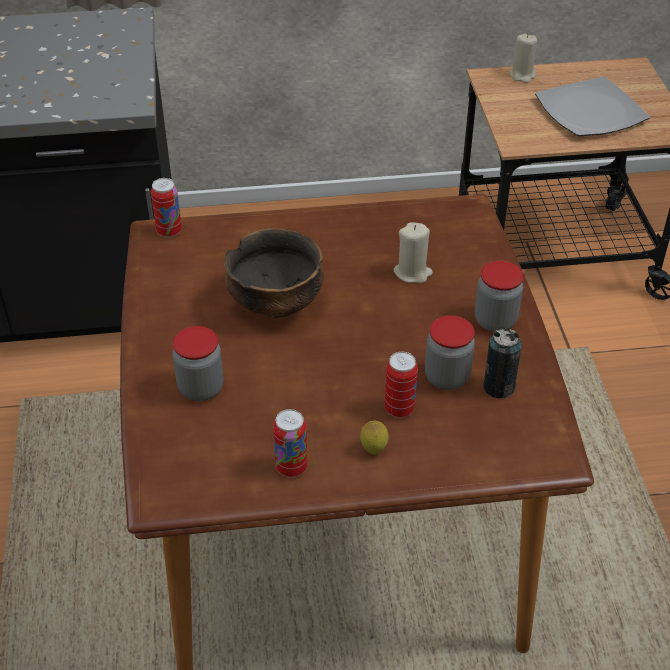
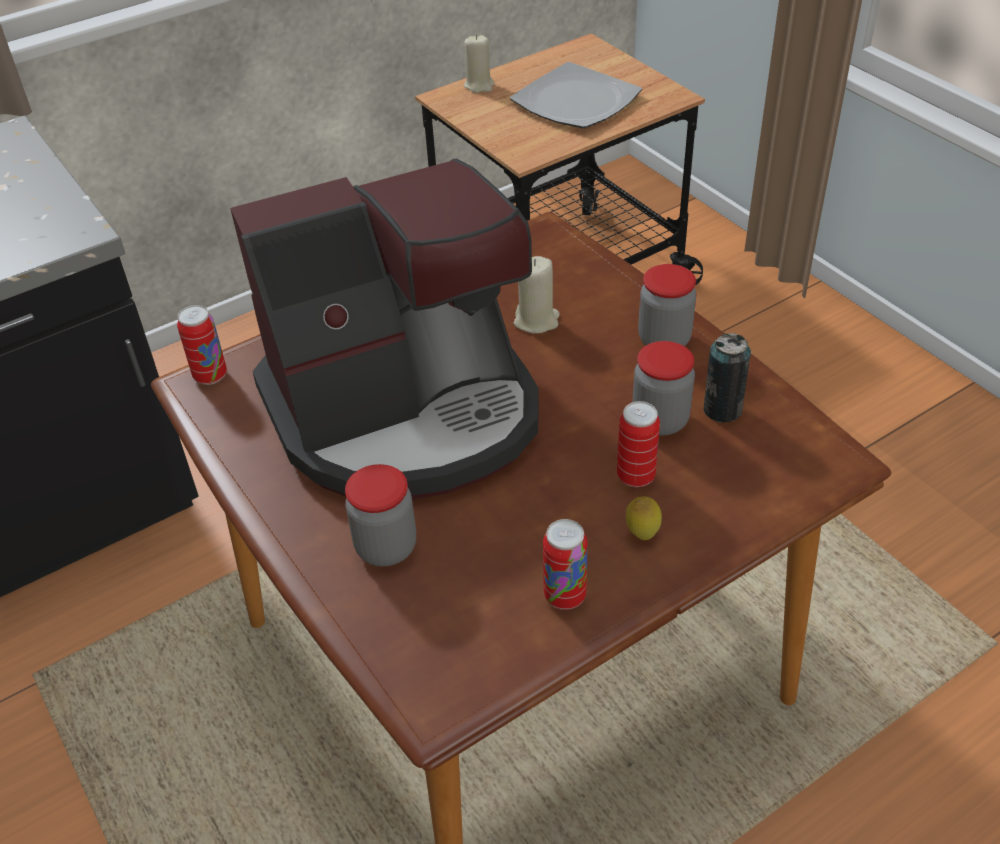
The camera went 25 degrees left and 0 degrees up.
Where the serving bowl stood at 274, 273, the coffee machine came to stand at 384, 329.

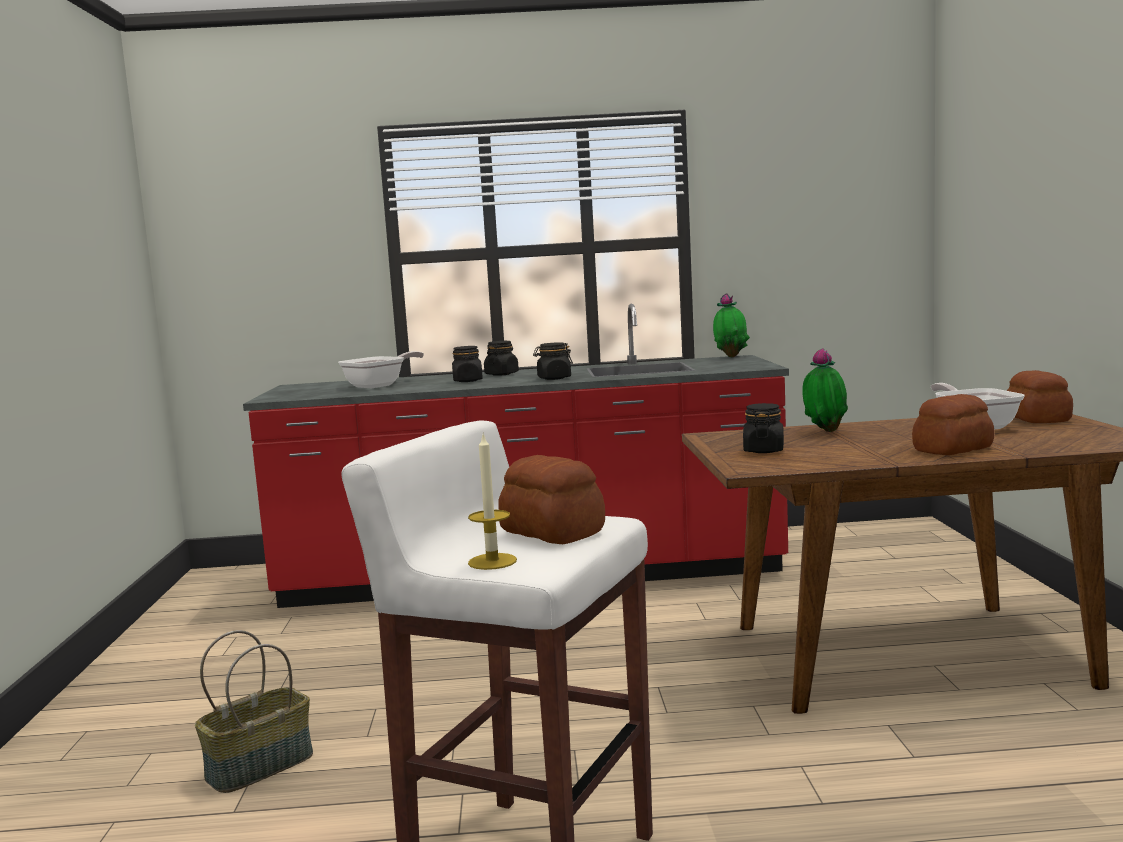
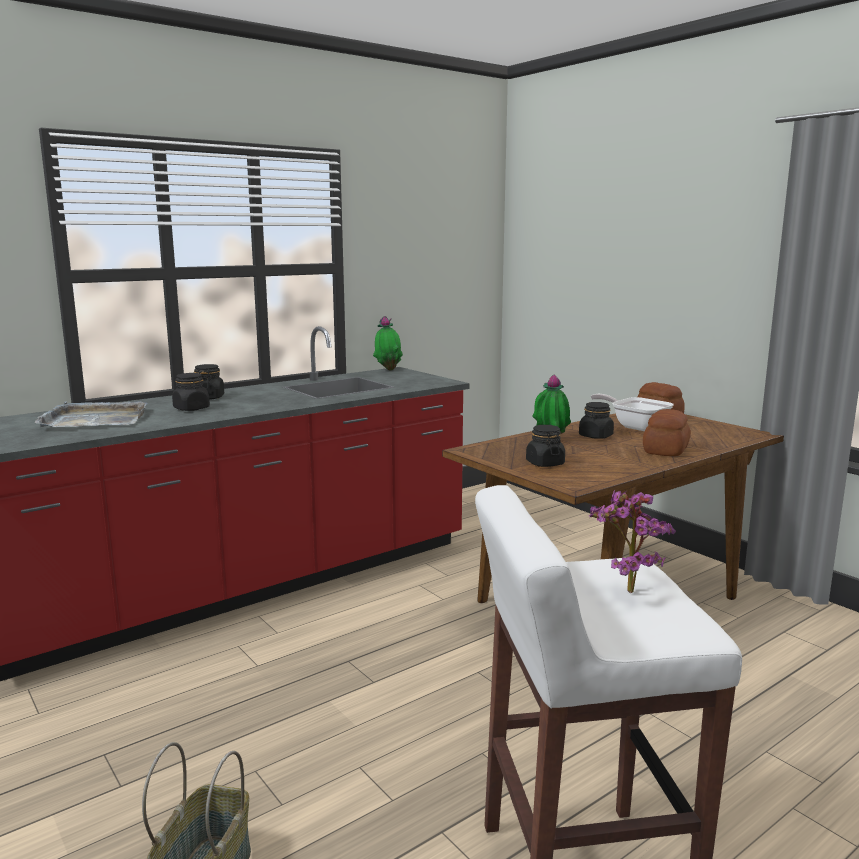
The camera went 35 degrees left and 5 degrees up.
The storage jar (black) ended up elsewhere, having gone from 553, 361 to 596, 420.
Where the skillet stood at 381, 369, the carrying tray (gray) came to stand at 91, 414.
The second view lost the candle at 492, 501.
Where the baked bread stood at 552, 499, the plant in a pot came to stand at 632, 541.

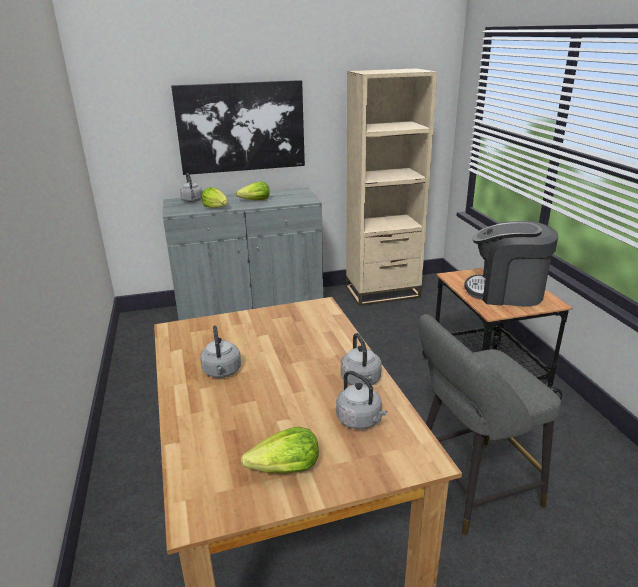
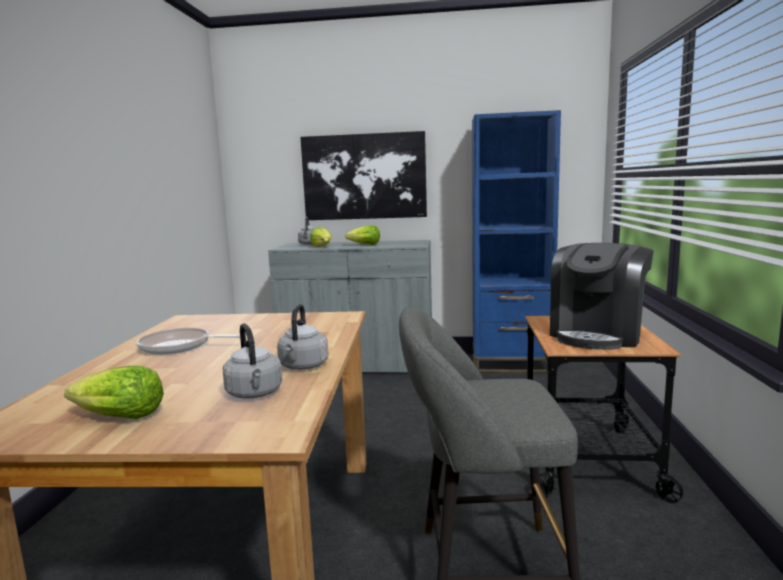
The camera went 20 degrees right and 15 degrees down.
What was the shelving unit (beige-coloured) at 392, 187 turned into the shelving unit (bluish) at 516, 241.
The coffee machine at 511, 263 ended up facing another way, 90 degrees counterclockwise from before.
Where the tea kettle (gray) stood at 220, 351, the skillet came to stand at 188, 341.

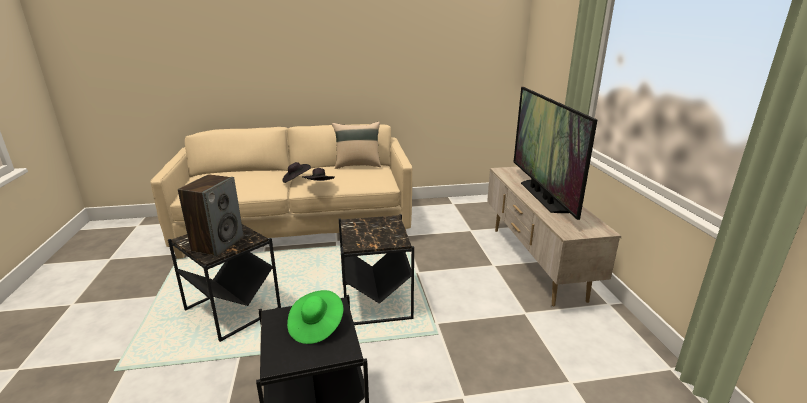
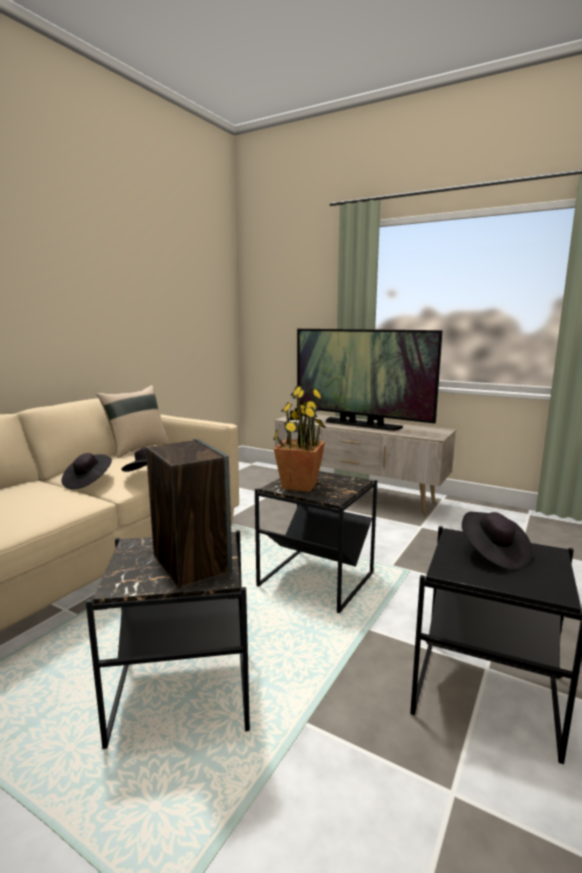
The camera went 50 degrees left and 10 degrees down.
What was the clothing hat (green-coloured) at 315, 317 turned into the clothing hat (black) at 497, 541.
The second view gained the plant in a pot at 299, 439.

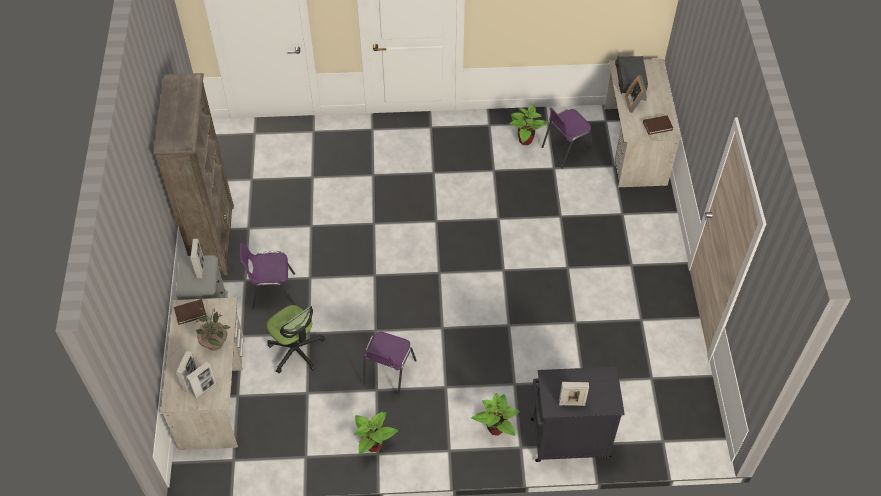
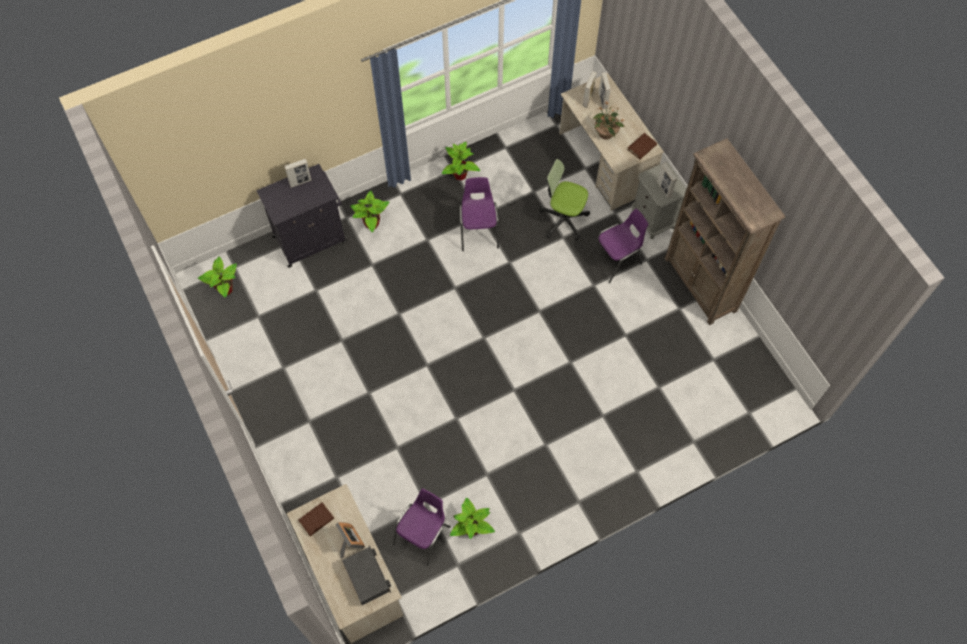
The camera went 155 degrees right and 10 degrees up.
The second view gained the plant in a pot at 217, 277.

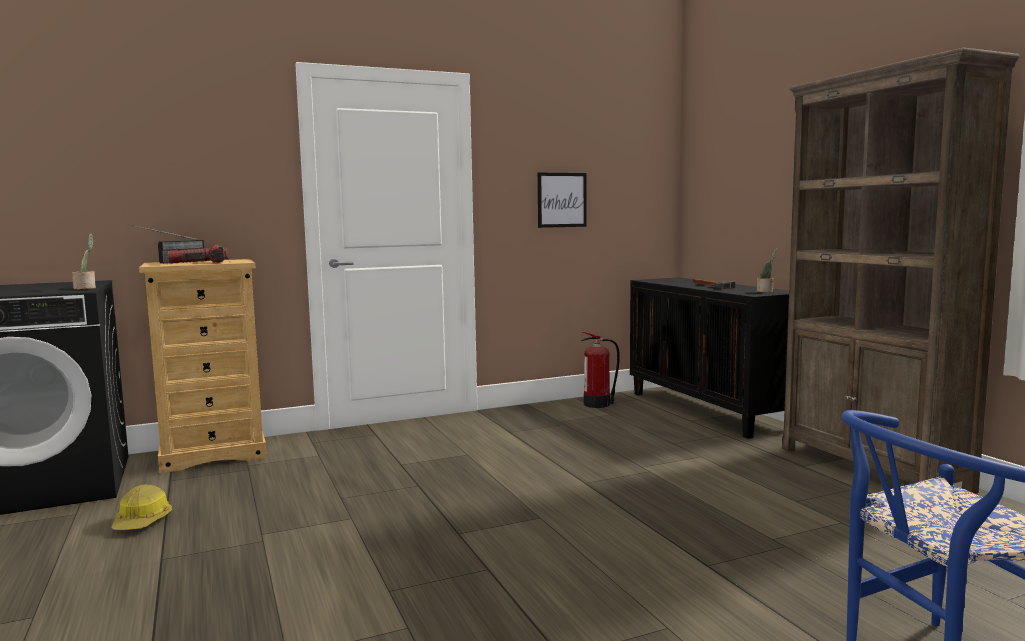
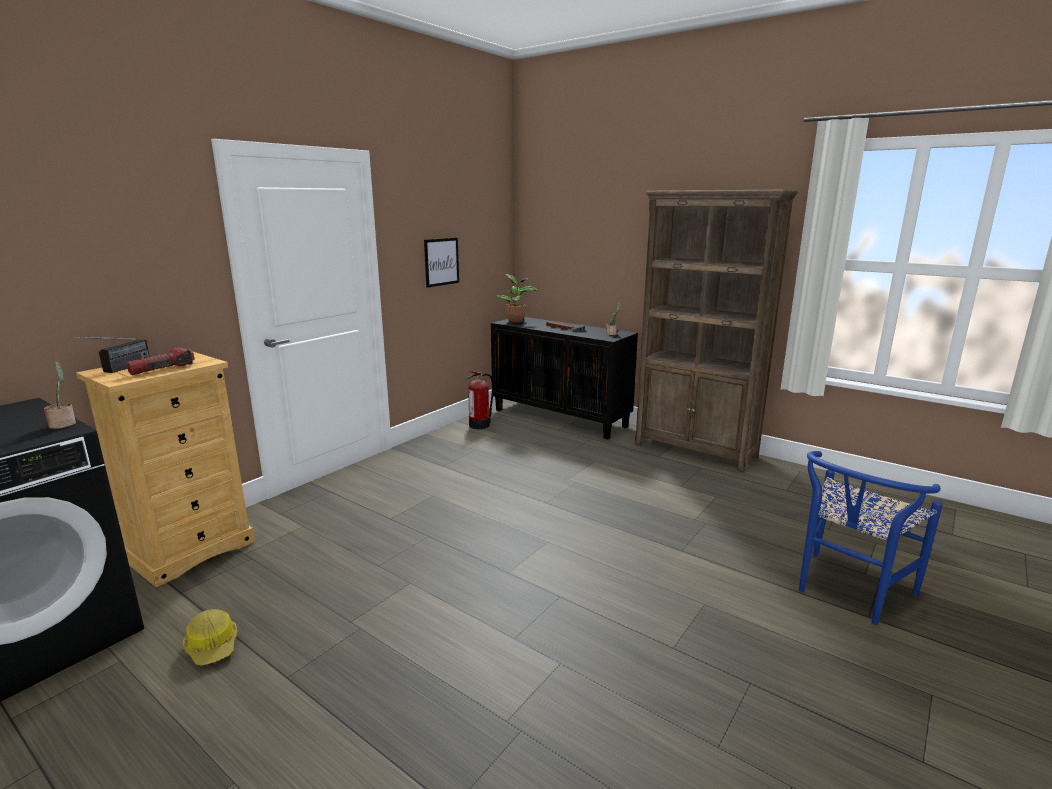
The camera went 30 degrees left and 10 degrees up.
The second view gained the plant in a pot at 517, 298.

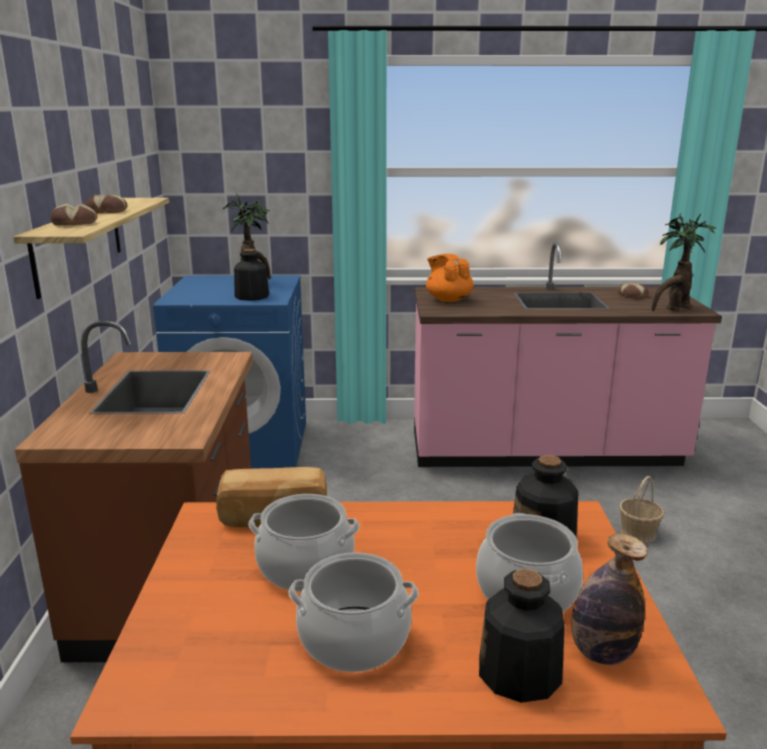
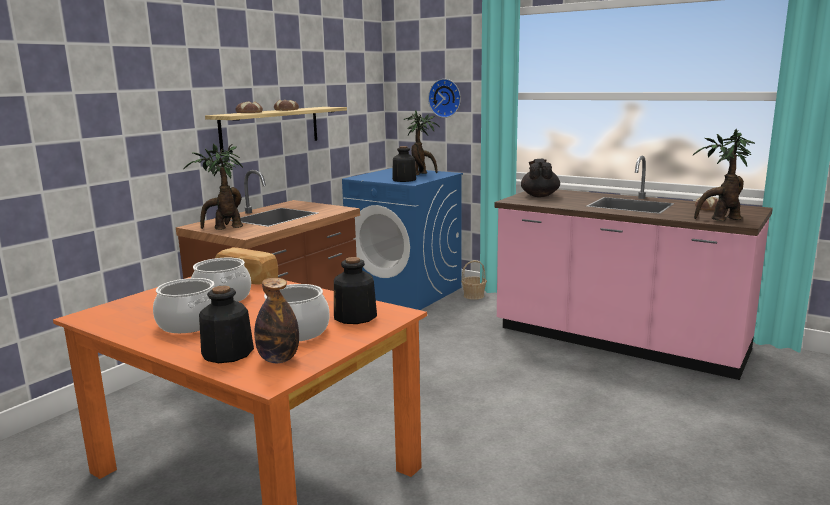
The camera went 35 degrees right and 5 degrees down.
What was the pot for tea (orange) at 450, 278 turned into the pot for tea (black) at 540, 178.
The basket ended up elsewhere, having gone from 642, 509 to 474, 280.
The second view gained the hanging clock at 444, 98.
The second view gained the plant in a pot at 213, 187.

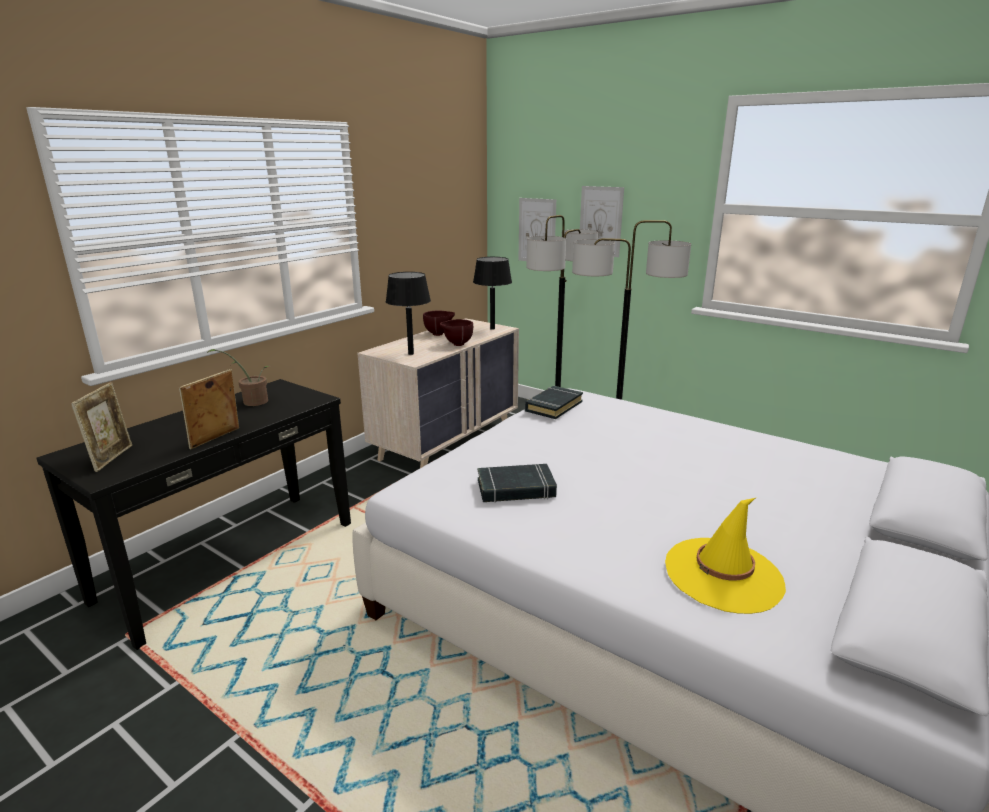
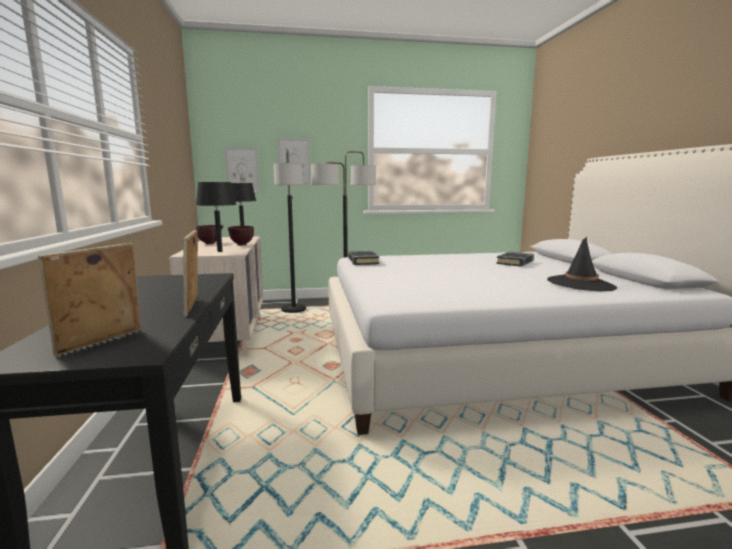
The camera went 45 degrees left and 10 degrees down.
The second view lost the plant in a pot at 237, 377.
The photo frame at 101, 427 ended up facing another way, 105 degrees counterclockwise from before.
The bound book (black) ended up elsewhere, having gone from 517, 483 to 515, 259.
What was the clothing hat (yellowish) at 725, 556 turned into the clothing hat (black) at 582, 264.

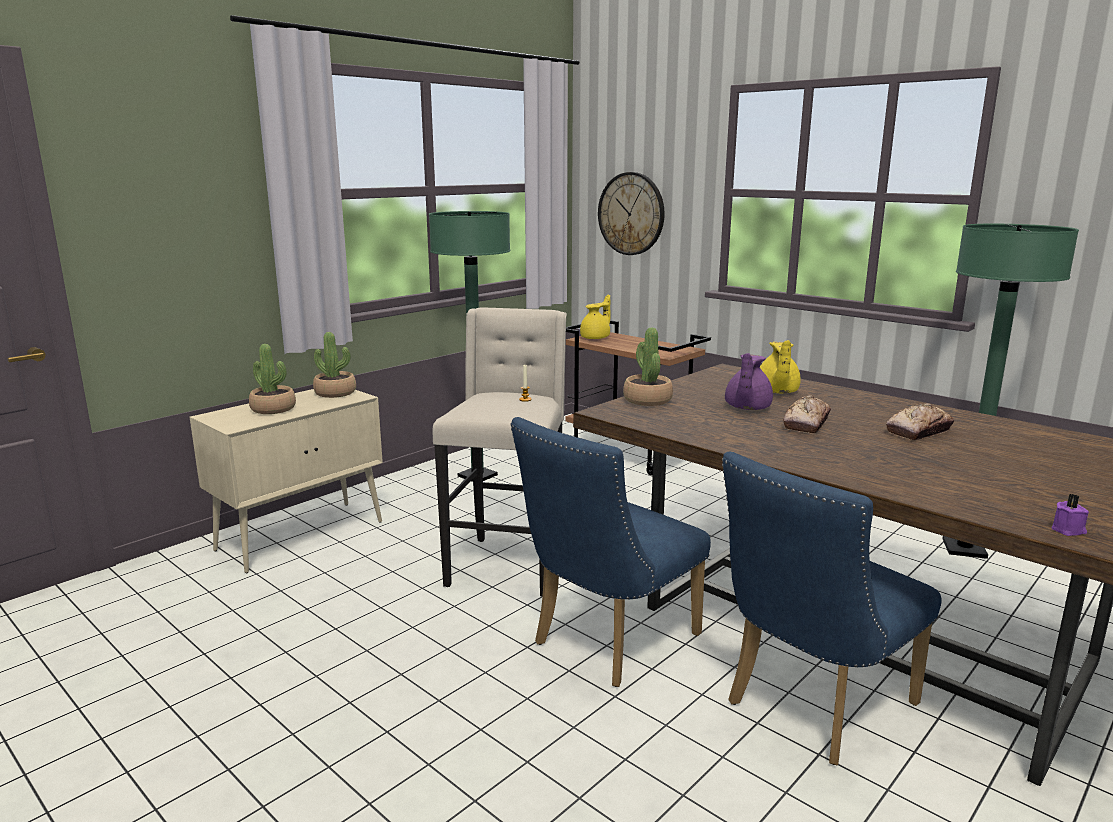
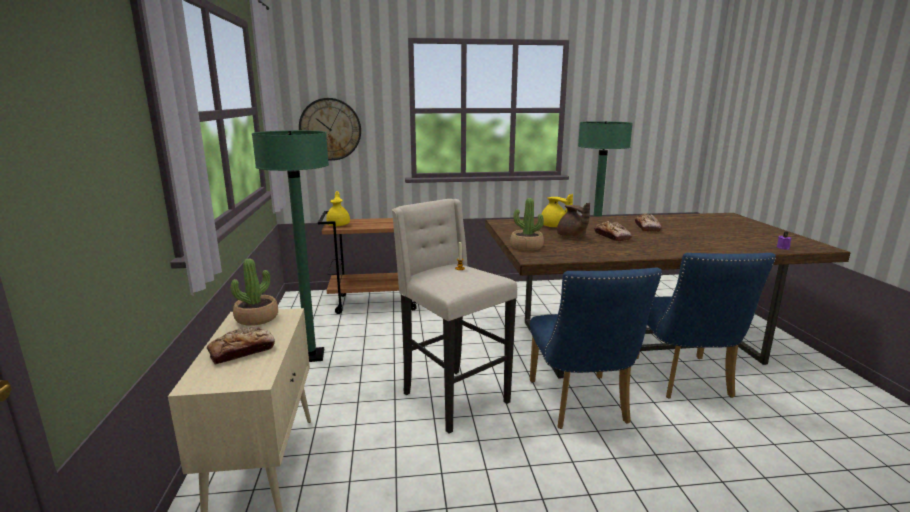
The camera went 50 degrees left and 0 degrees up.
Where the plant in a pot stood at 272, 379, the baked bread came to stand at 241, 345.
What was the pot for tea (purple-coloured) at 749, 381 turned into the pot for tea (brown-coloured) at 573, 220.

